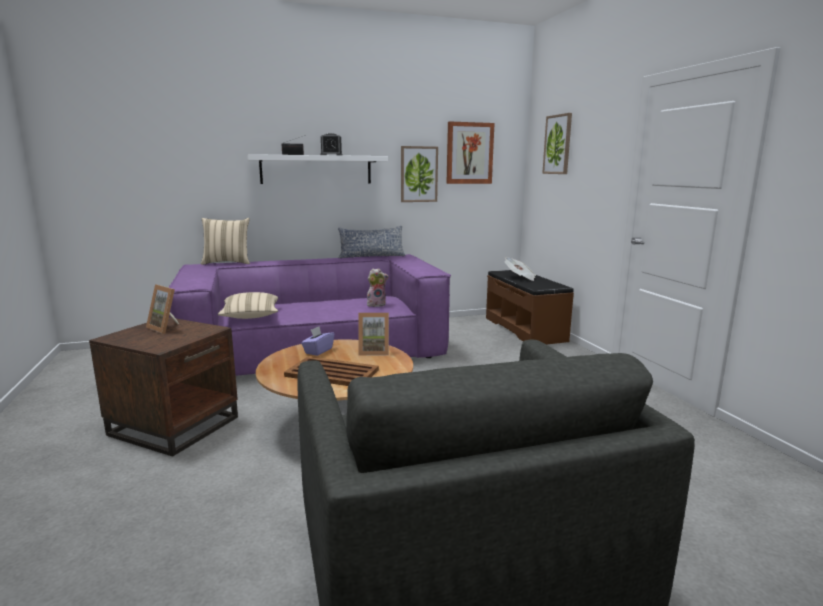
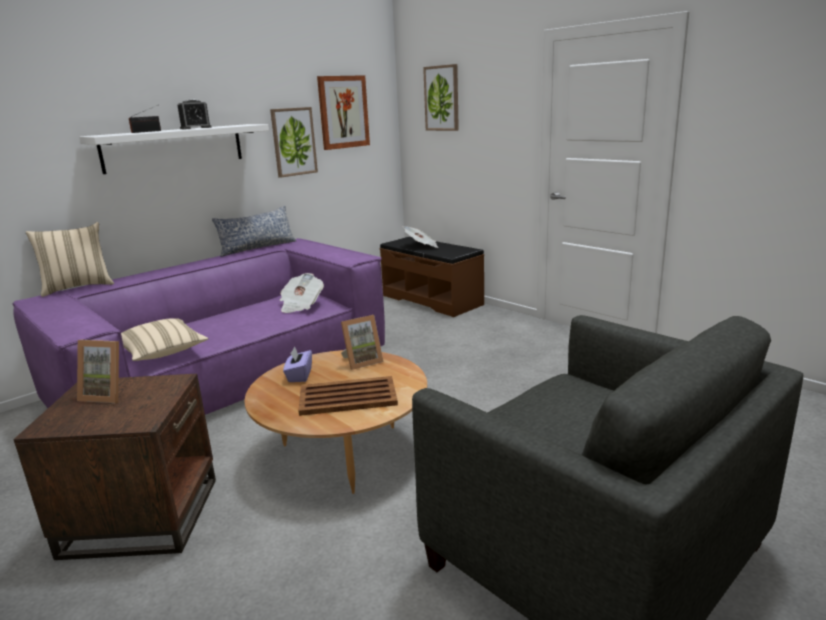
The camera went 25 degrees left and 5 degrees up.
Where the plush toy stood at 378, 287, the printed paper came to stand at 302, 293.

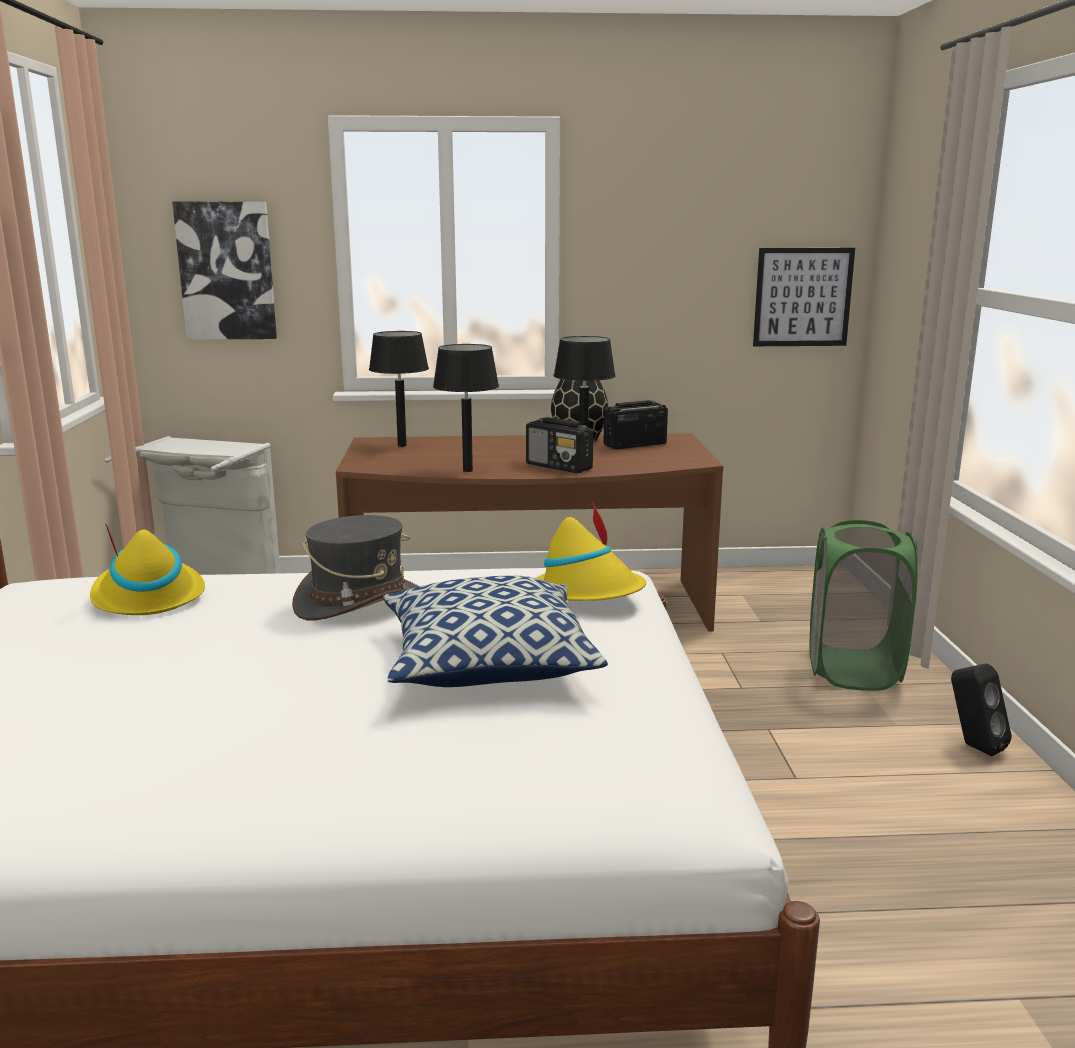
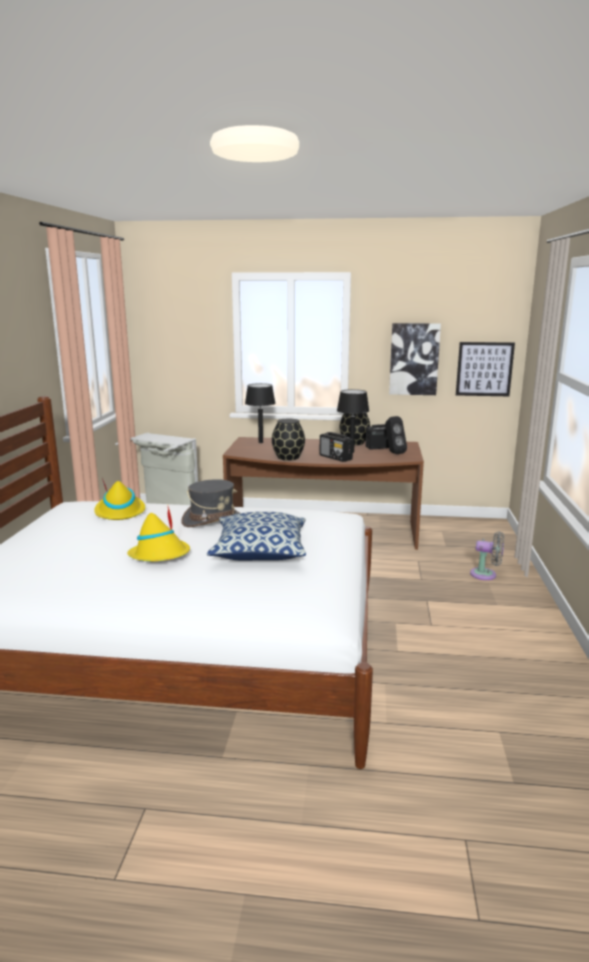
The camera went 10 degrees right and 0 degrees up.
The wall art ended up elsewhere, having gone from 224, 271 to 415, 359.
Where the lamp for a table (black) stood at 466, 408, the decorative vase (black) came to stand at 288, 440.
The clothing hat (yellowish) ended up elsewhere, having gone from 591, 551 to 158, 534.
Where the laundry basket (green-coloured) stood at 863, 605, the fan (gray) came to stand at 487, 556.
The audio speaker (black) ended up elsewhere, having gone from 981, 709 to 396, 435.

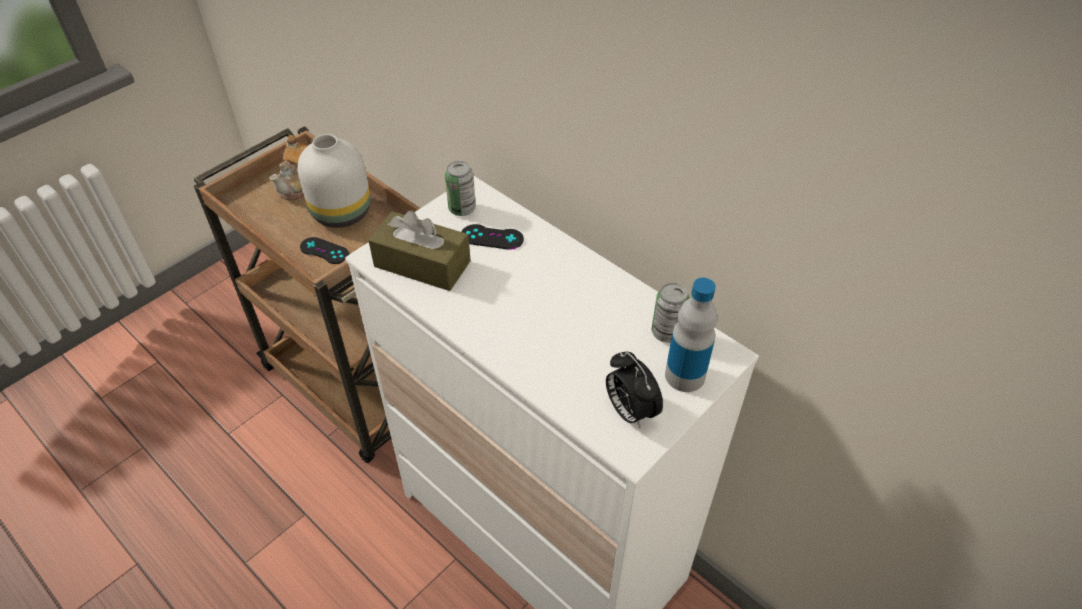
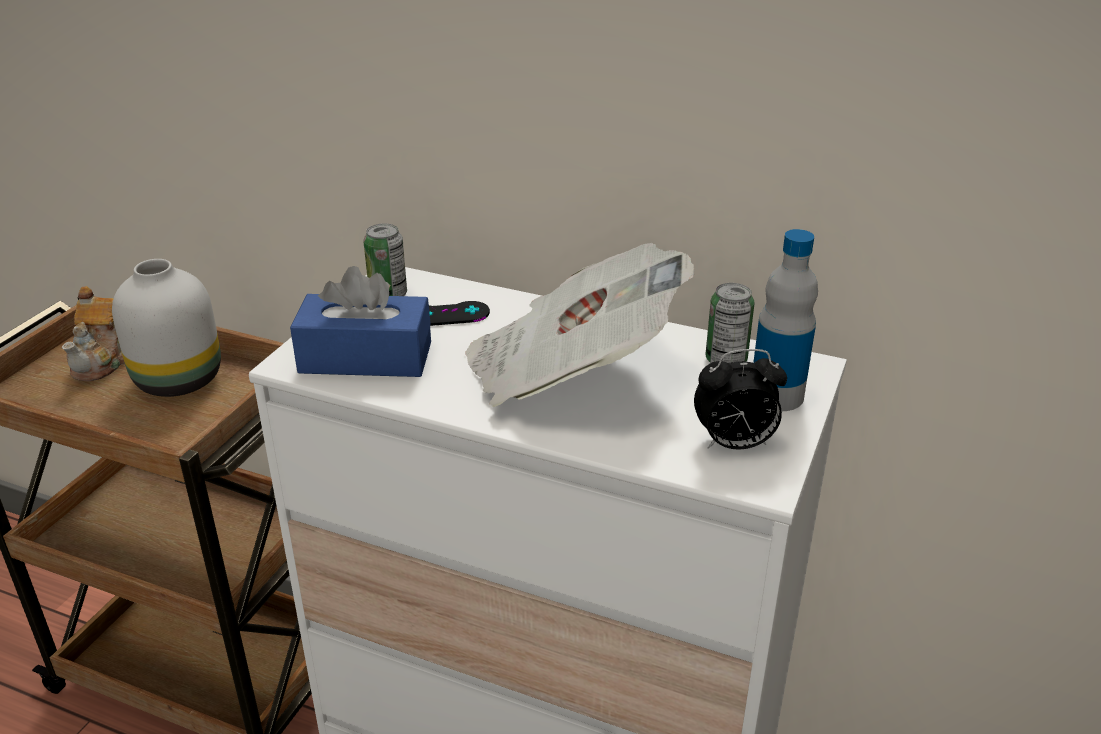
The camera went 20 degrees left and 15 degrees down.
What was the tissue box (brown-coloured) at 419, 251 turned into the tissue box (bluish) at 360, 321.
The second view lost the game controller (black) at 324, 250.
The bedside clock at 634, 390 ended up facing another way, 45 degrees counterclockwise from before.
The second view gained the printed paper at 580, 325.

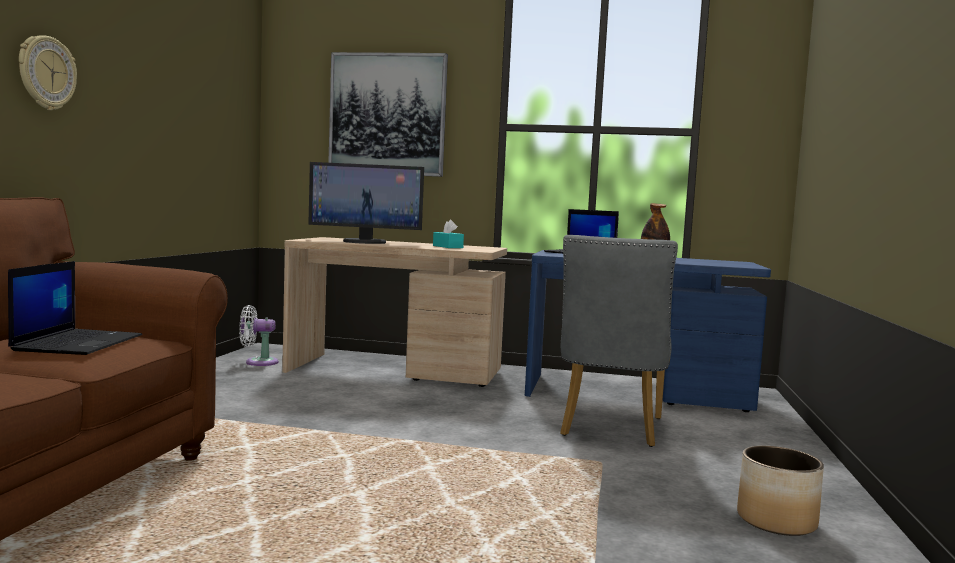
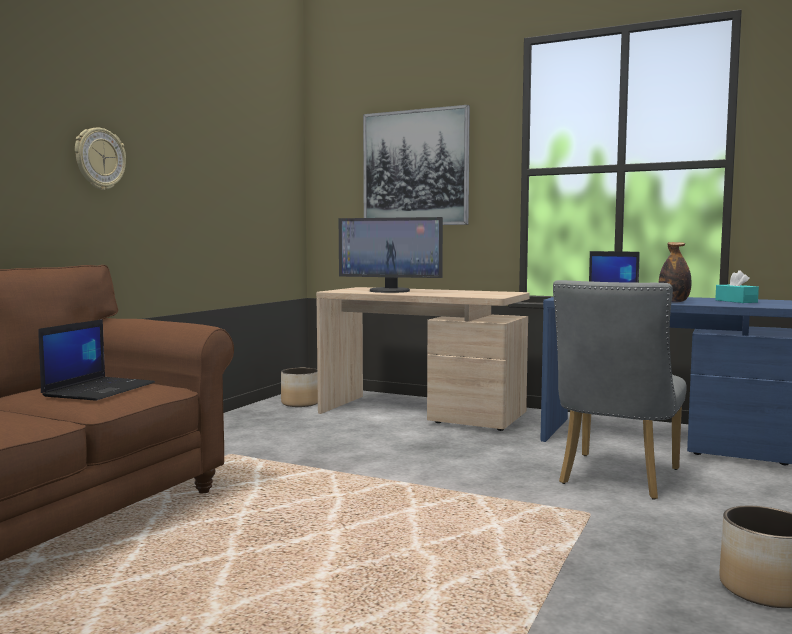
The camera went 15 degrees right and 0 degrees up.
The tissue box (turquoise-coloured) ended up elsewhere, having gone from 448, 234 to 737, 286.
Where the fan (white) stood at 259, 335, the plant pot came to stand at 299, 387.

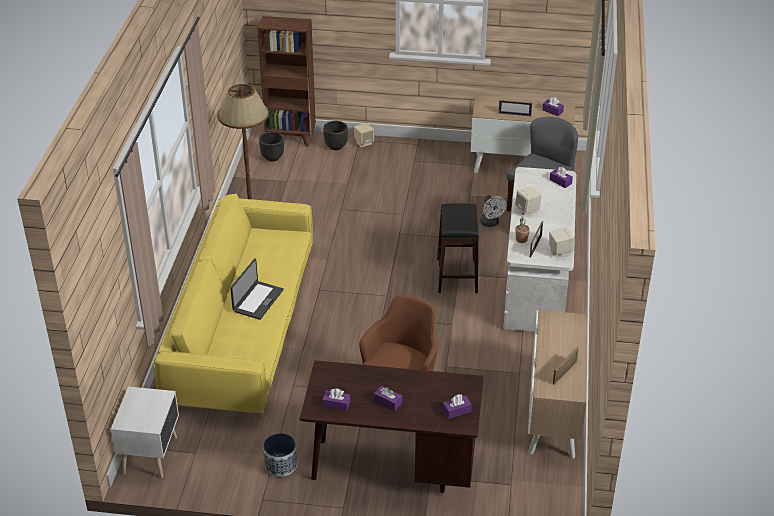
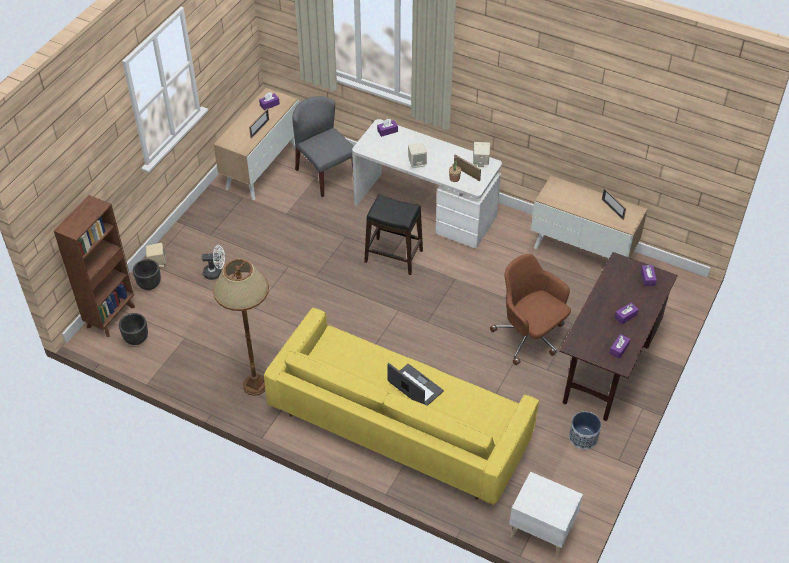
The camera went 70 degrees left and 10 degrees up.
The fan (white) ended up elsewhere, having gone from 493, 211 to 213, 262.

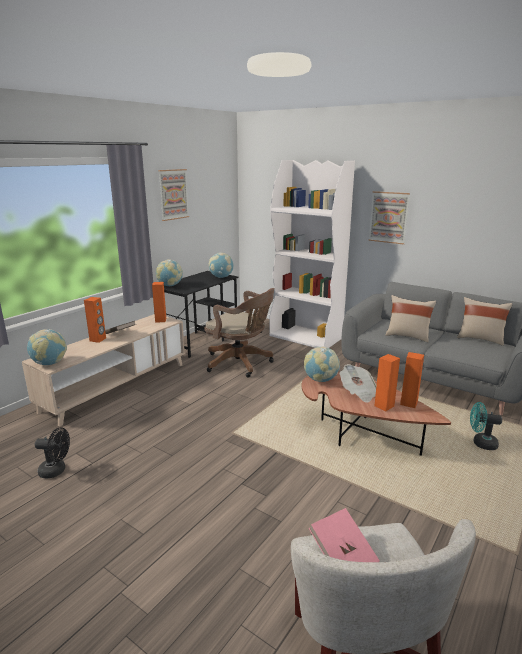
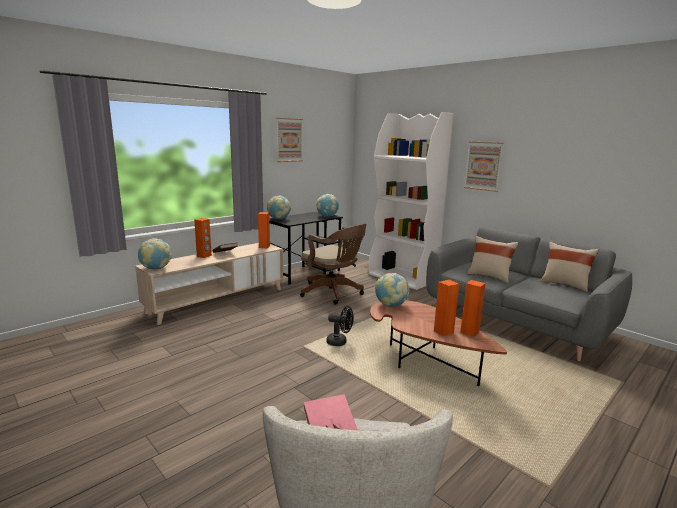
The camera went 10 degrees right and 5 degrees down.
The second view lost the printed paper at 358, 383.
The second view lost the fan (turquoise-coloured) at 486, 426.
The fan (black) ended up elsewhere, having gone from 52, 452 to 340, 326.

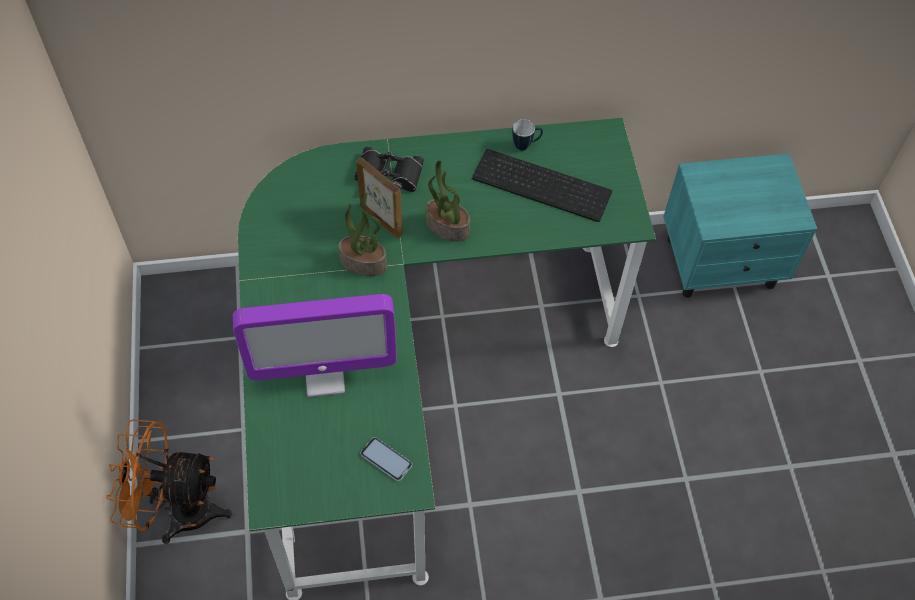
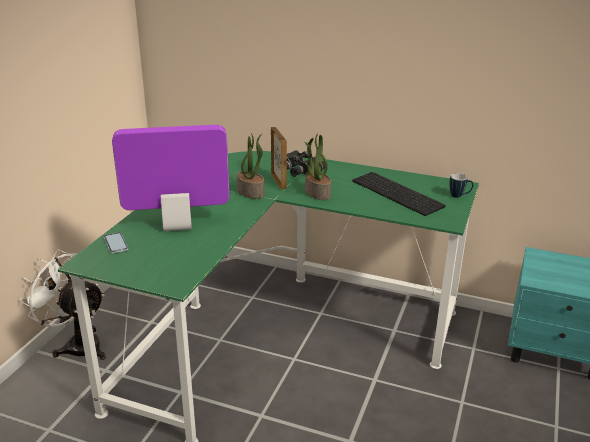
The camera went 30 degrees right and 30 degrees down.
The coffee mug ended up elsewhere, having gone from 527, 135 to 462, 185.
The computer screen at 315, 345 ended up facing another way, 150 degrees clockwise from before.
What was the fan (orange) at 169, 481 turned into the fan (white) at 62, 304.
The telephone ended up elsewhere, having gone from 386, 459 to 116, 242.

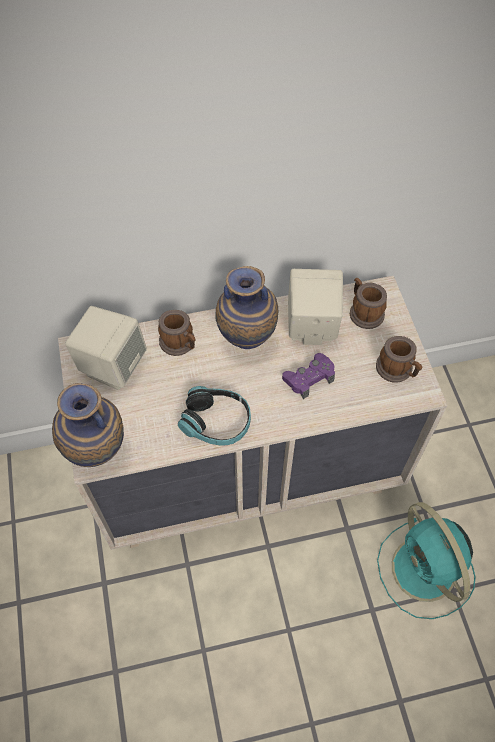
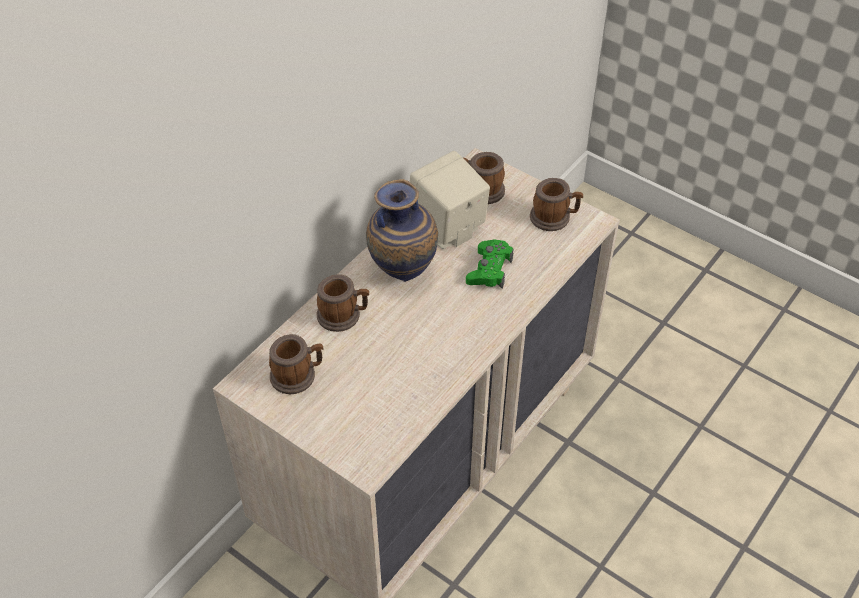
The camera went 40 degrees left and 10 degrees down.
Where the audio speaker (beige-coloured) stood at 106, 348, the coffee mug came to stand at 296, 364.
What was the game controller (purple-coloured) at 308, 376 turned into the game controller (green-coloured) at 490, 264.
The second view lost the decorative vase at 88, 425.
The second view lost the pair of headphones at 214, 416.
The second view lost the fan (turquoise-coloured) at 426, 560.

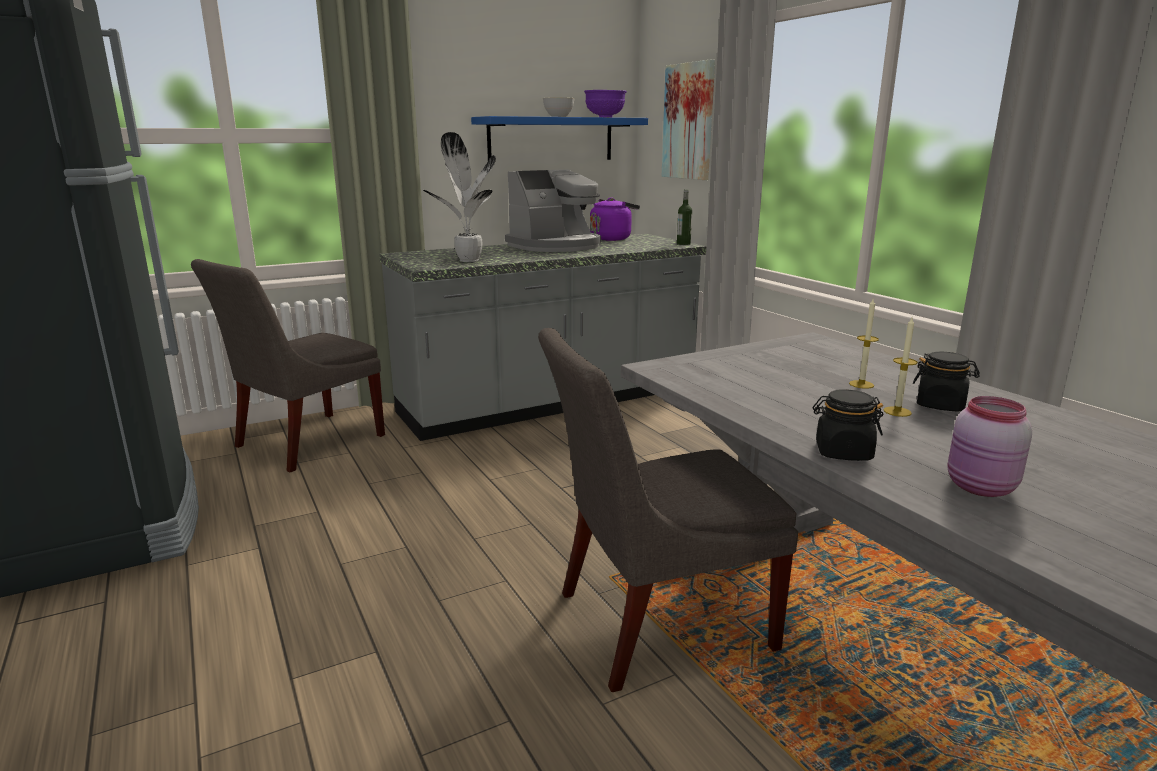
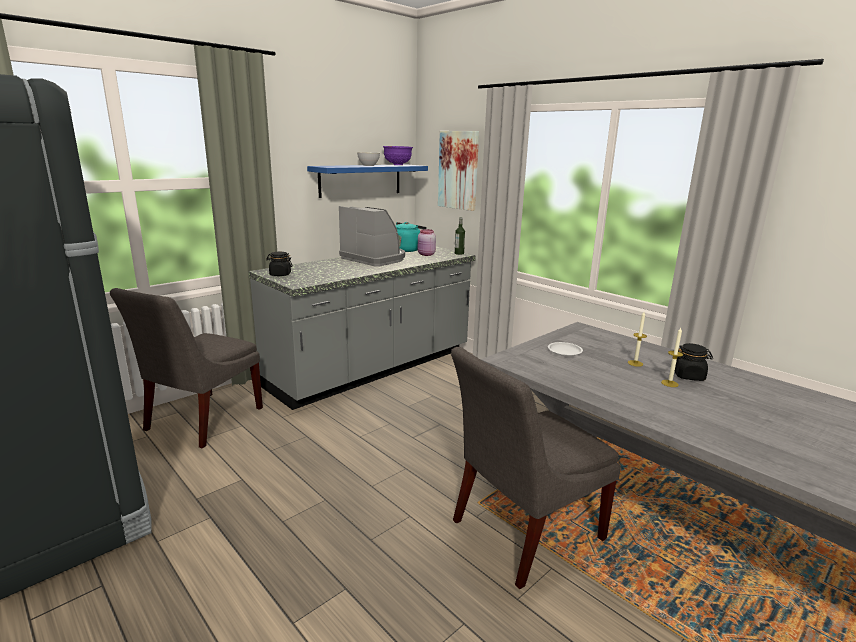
The camera went 15 degrees left and 0 degrees up.
The second view lost the plant in a pot at 459, 197.
The coffee machine at 553, 210 ended up facing another way, 90 degrees counterclockwise from before.
What was the tea kettle (purple-coloured) at 615, 219 turned into the tea kettle (turquoise-coloured) at 410, 237.
The storage jar (black) ended up elsewhere, having gone from 848, 425 to 279, 264.
The storage jar (pinkish) ended up elsewhere, having gone from 989, 446 to 427, 242.
The second view gained the dinner plate (white) at 565, 349.

